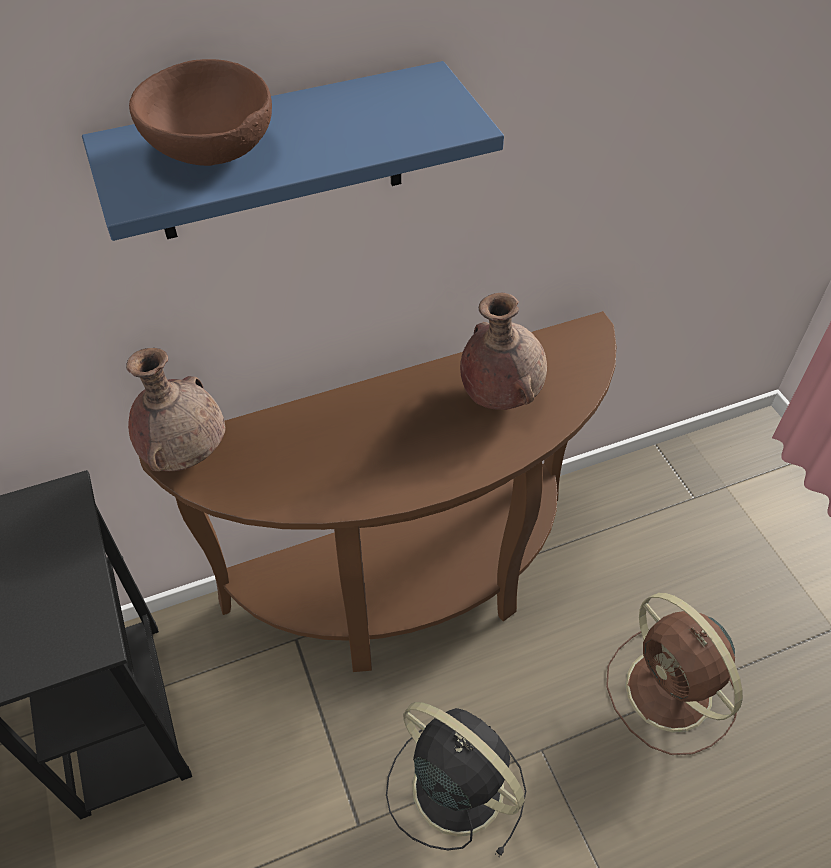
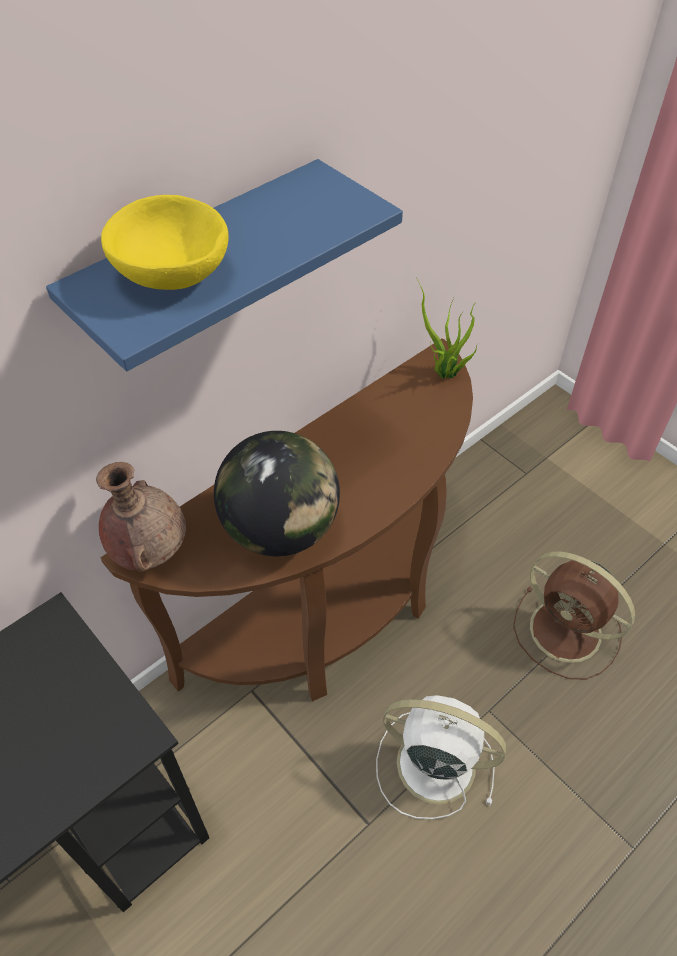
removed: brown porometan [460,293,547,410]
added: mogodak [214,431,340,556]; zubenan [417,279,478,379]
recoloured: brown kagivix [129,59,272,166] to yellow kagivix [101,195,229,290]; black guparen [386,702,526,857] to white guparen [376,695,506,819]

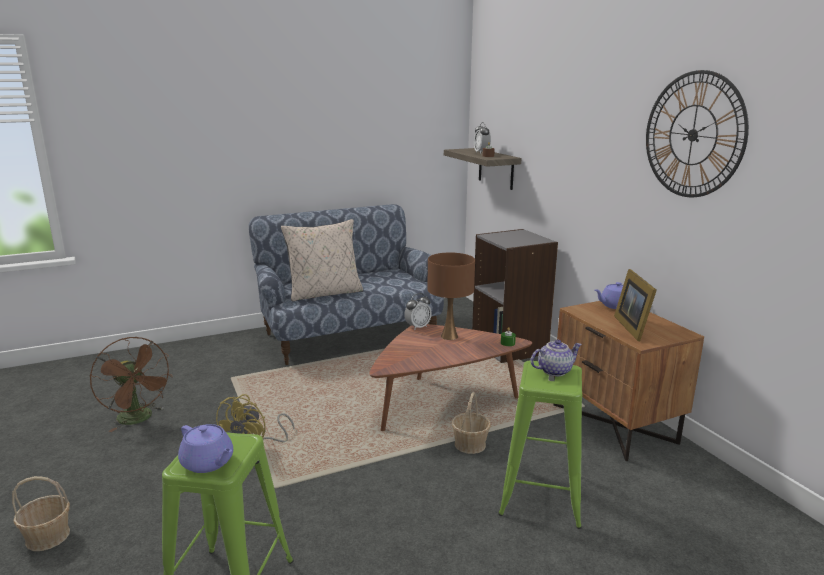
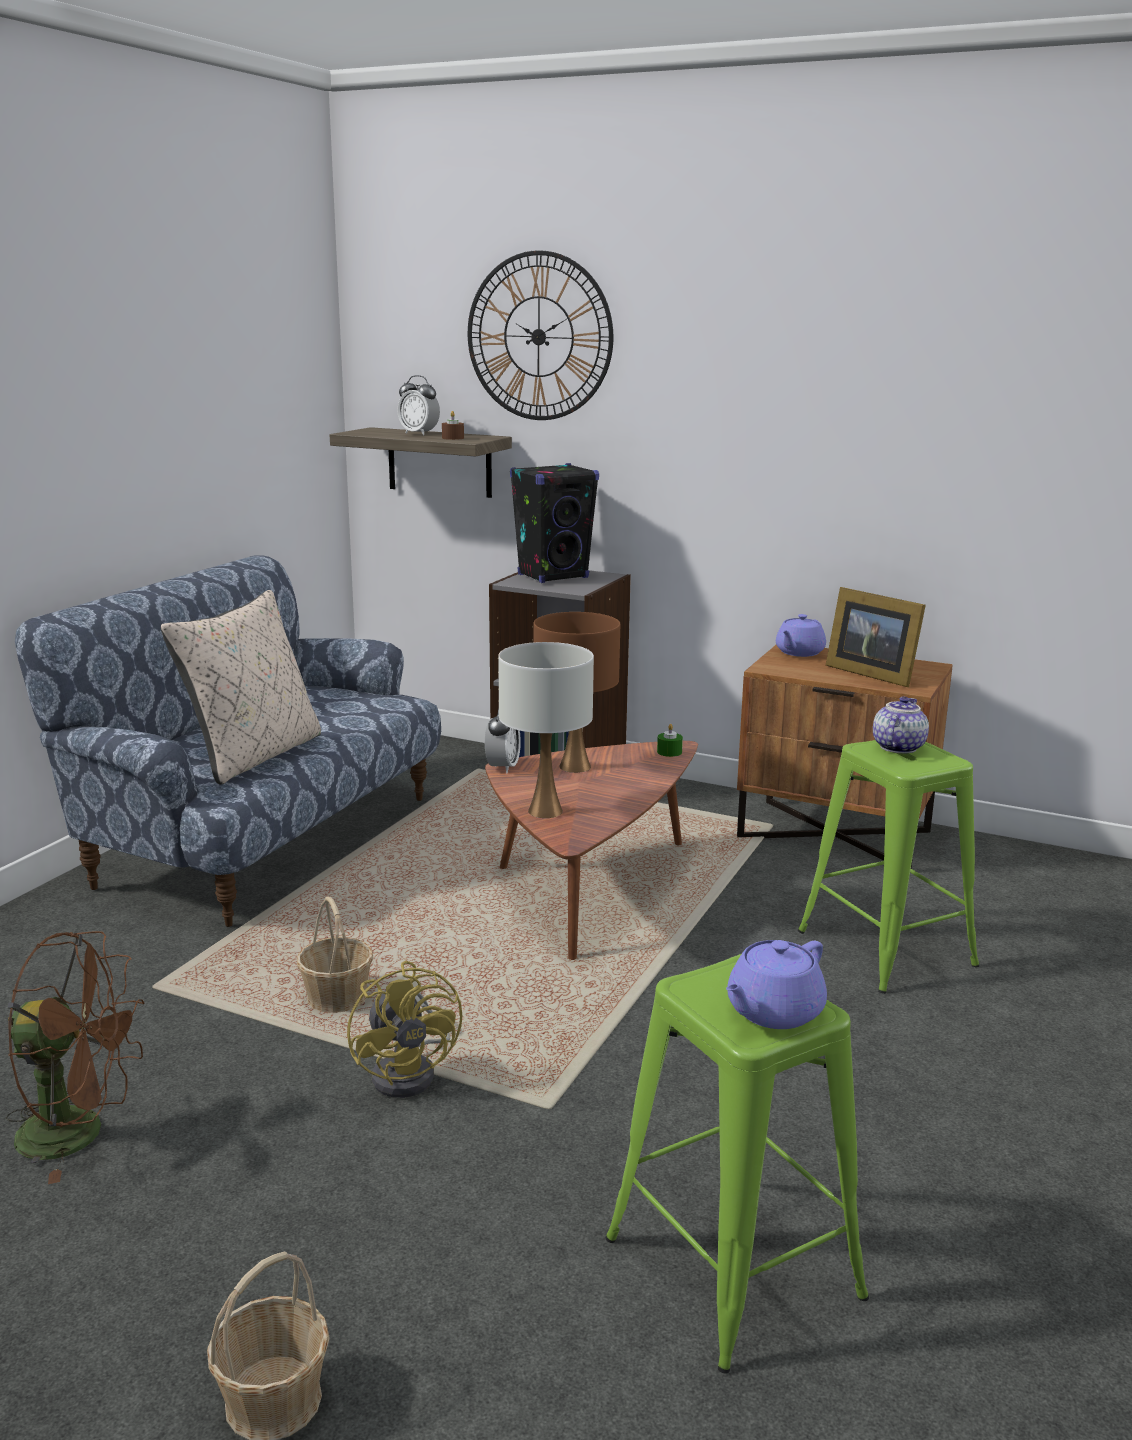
added: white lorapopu [498,642,594,818]; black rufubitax [510,463,599,583]
moved: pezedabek [452,392,491,454] to [297,896,373,1013]; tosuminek [646,70,749,197] to [468,250,613,420]
turned: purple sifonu [178,424,233,473] = [726,940,827,1029] 135 degrees clockwise

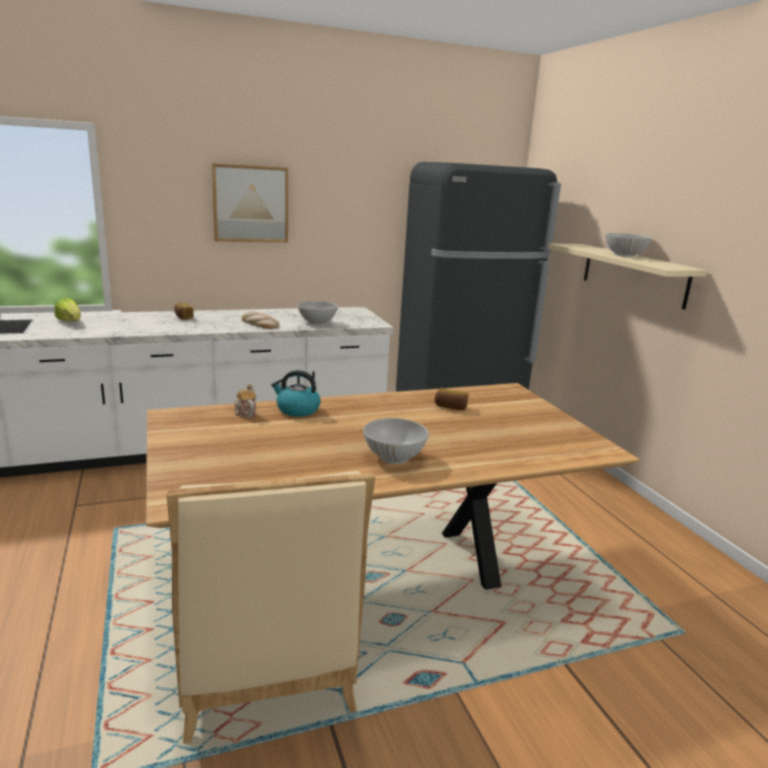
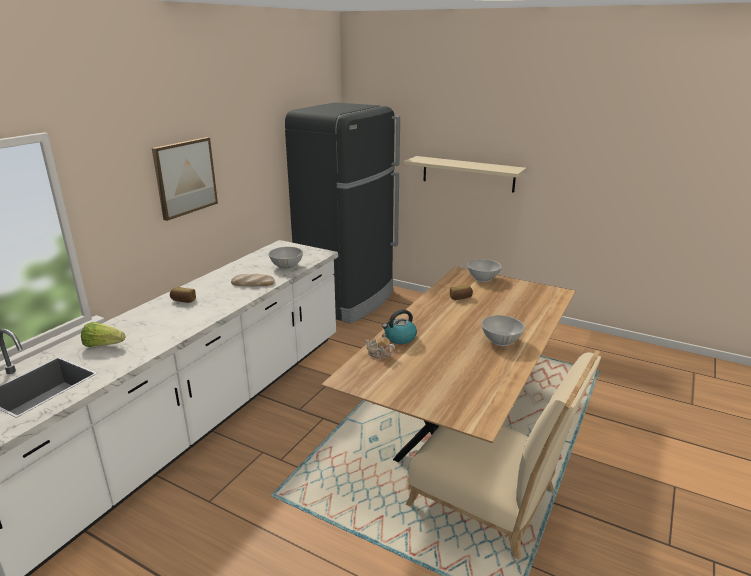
moved: white kagivix [605,233,652,257] to [467,259,502,282]

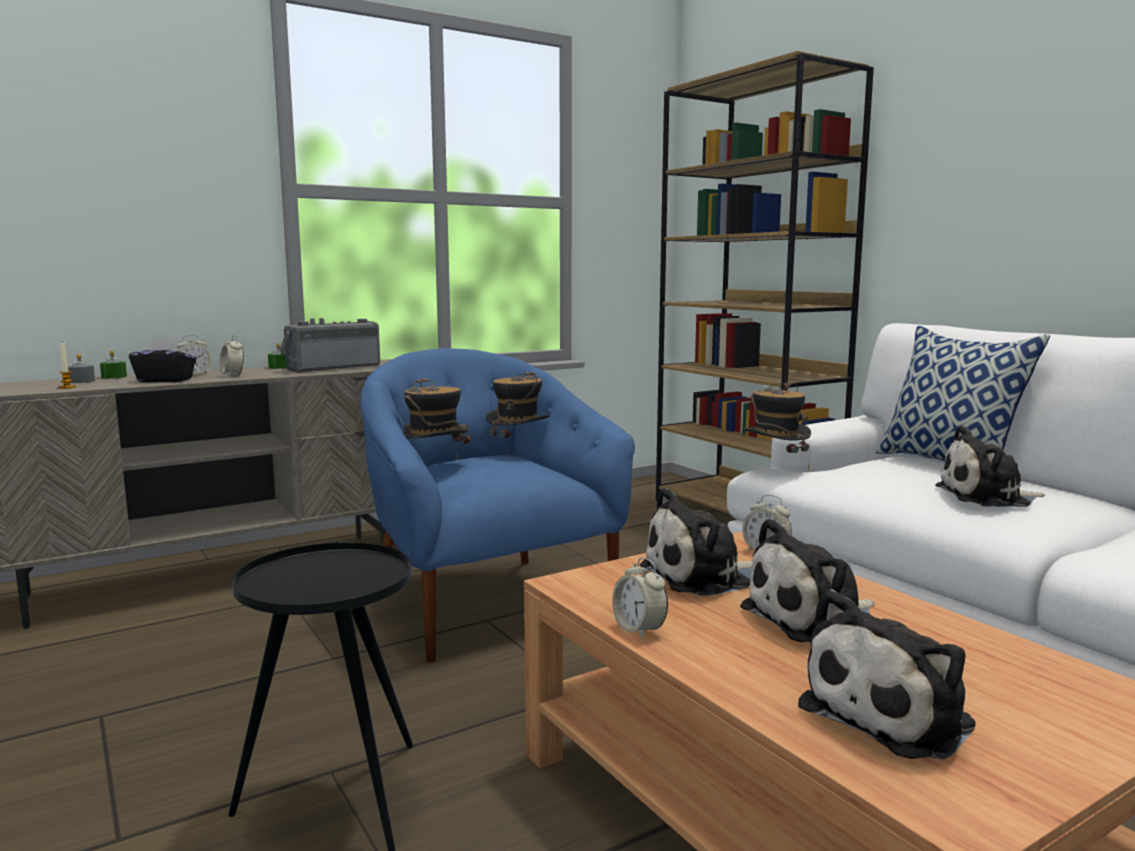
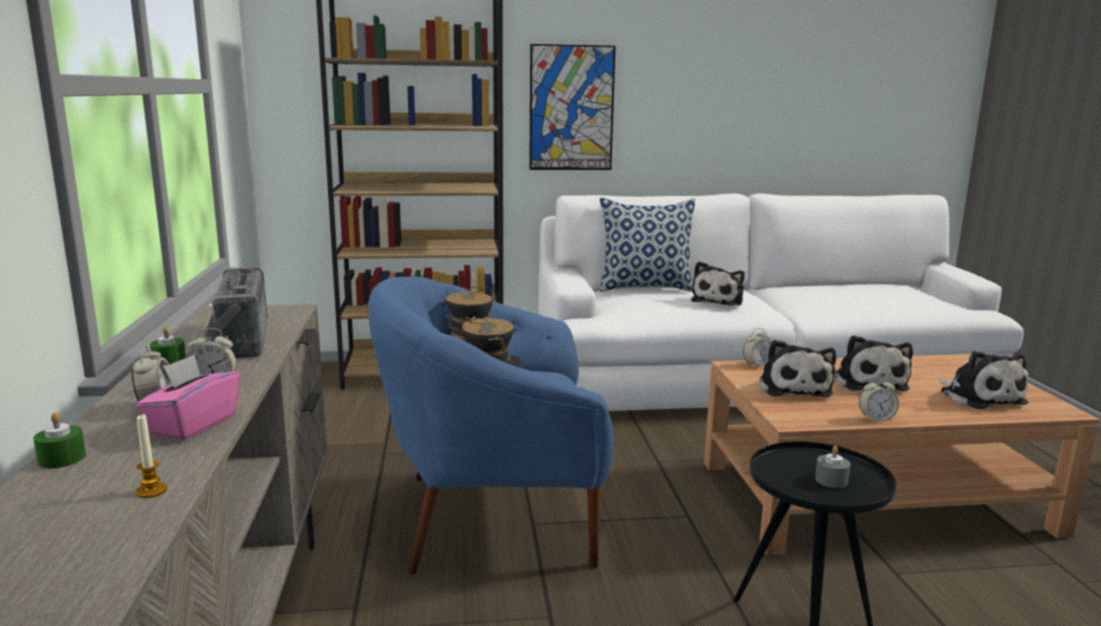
removed: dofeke [744,382,811,471]
added: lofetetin [529,44,616,170]
moved: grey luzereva [68,353,95,383] to [815,446,851,488]
recoloured: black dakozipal [129,338,196,382] to pink dakozipal [136,355,240,441]

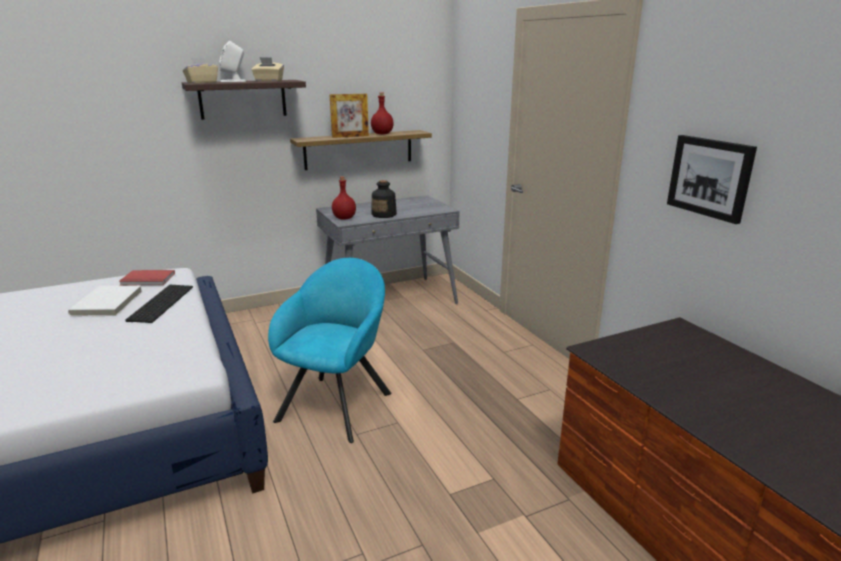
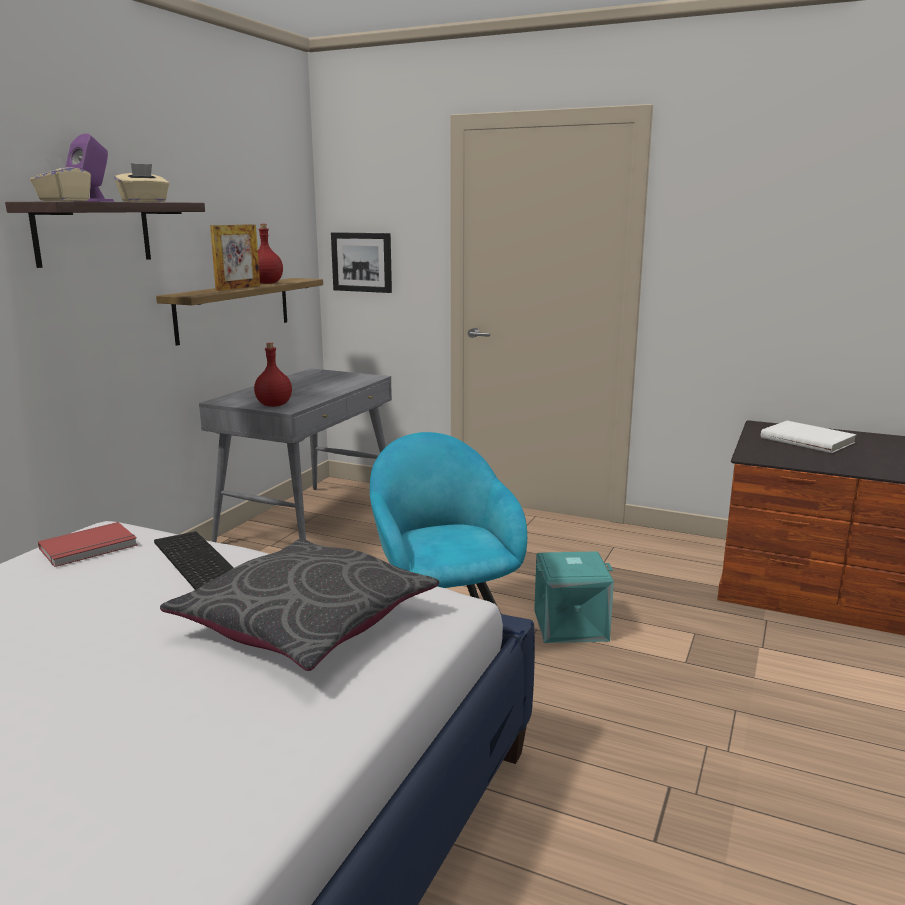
removed: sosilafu [371,180,397,218]
added: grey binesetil [160,538,439,671]; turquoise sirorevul [534,551,614,643]
moved: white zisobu [68,285,142,317] to [761,421,856,453]; lofetetin [667,135,757,224] to [331,232,392,293]
recoloured: white rufubitax [219,41,246,82] to purple rufubitax [65,133,114,202]

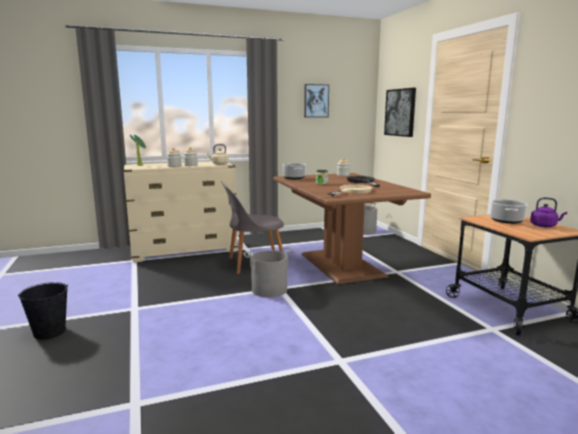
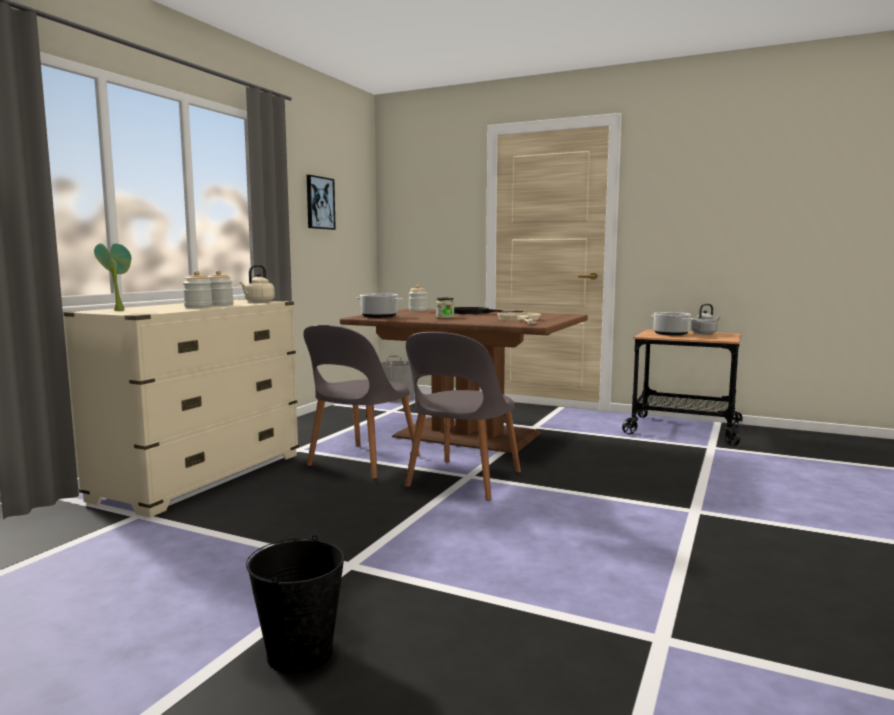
removed: lofetetin [384,88,416,137]
replaced: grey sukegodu [243,247,295,297] to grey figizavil [405,332,521,501]
recoloured: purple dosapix [530,197,567,227] to grey dosapix [691,304,720,335]

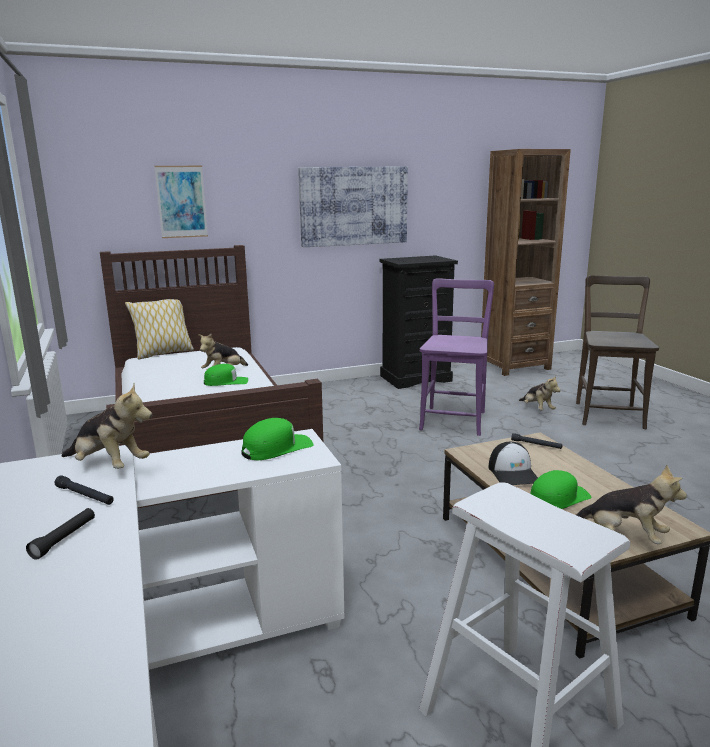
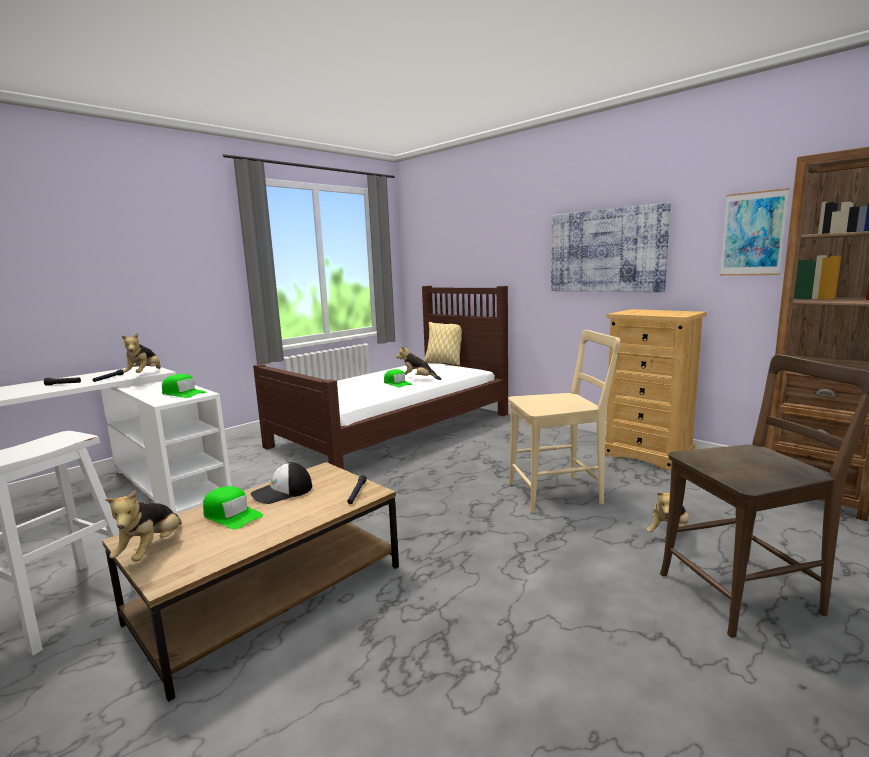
moved: lofetetin [154,166,208,238] to [720,188,789,276]
recoloured: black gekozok [380,255,458,389] to beige gekozok [605,309,707,471]; purple figizavil [419,278,494,436] to beige figizavil [508,330,620,513]

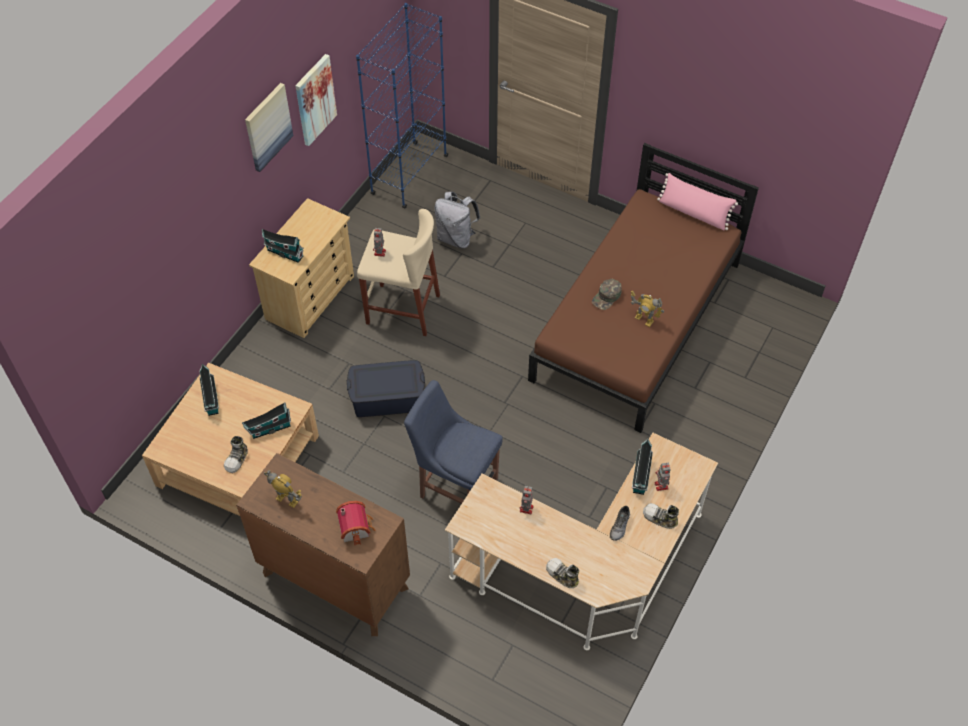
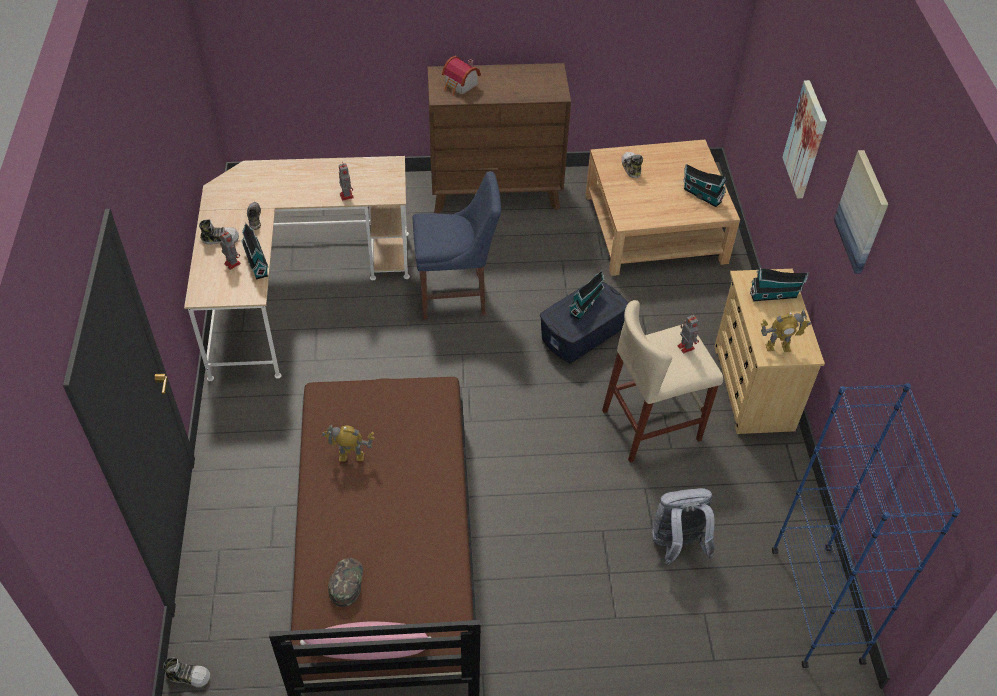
moved: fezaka [242,403,291,439] to [569,270,604,320]; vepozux [264,470,302,508] to [761,310,811,352]; lofetetin [295,54,337,146] to [782,80,827,198]; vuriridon [546,558,579,588] to [163,657,210,688]; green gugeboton [592,279,622,310] to [328,558,363,607]

